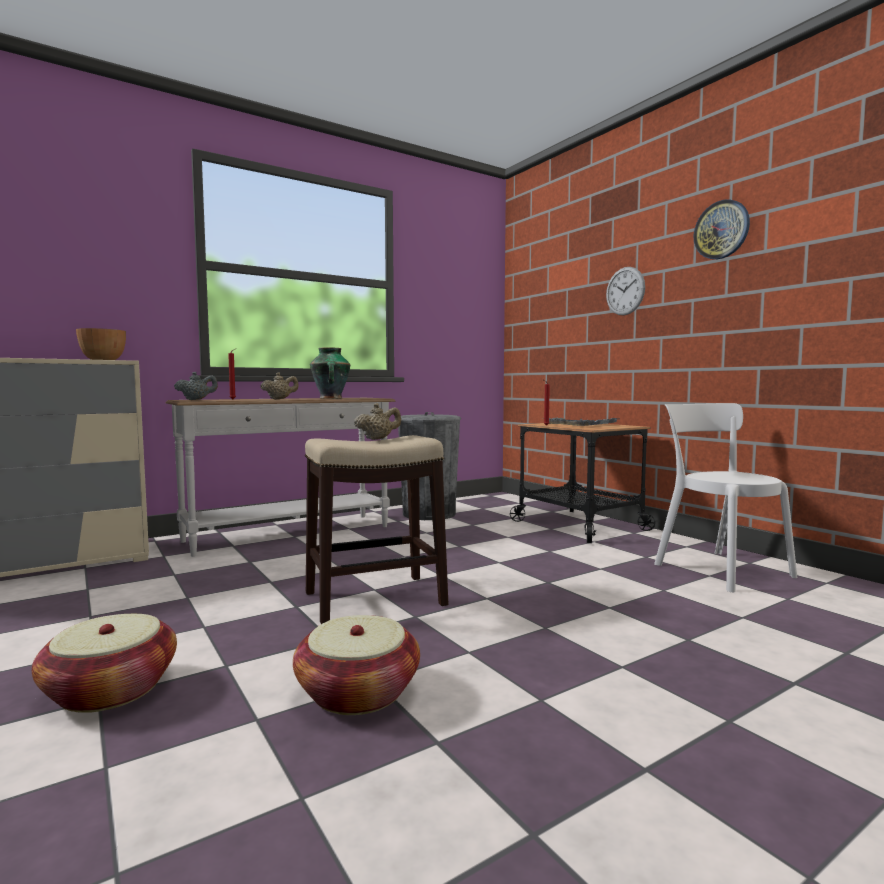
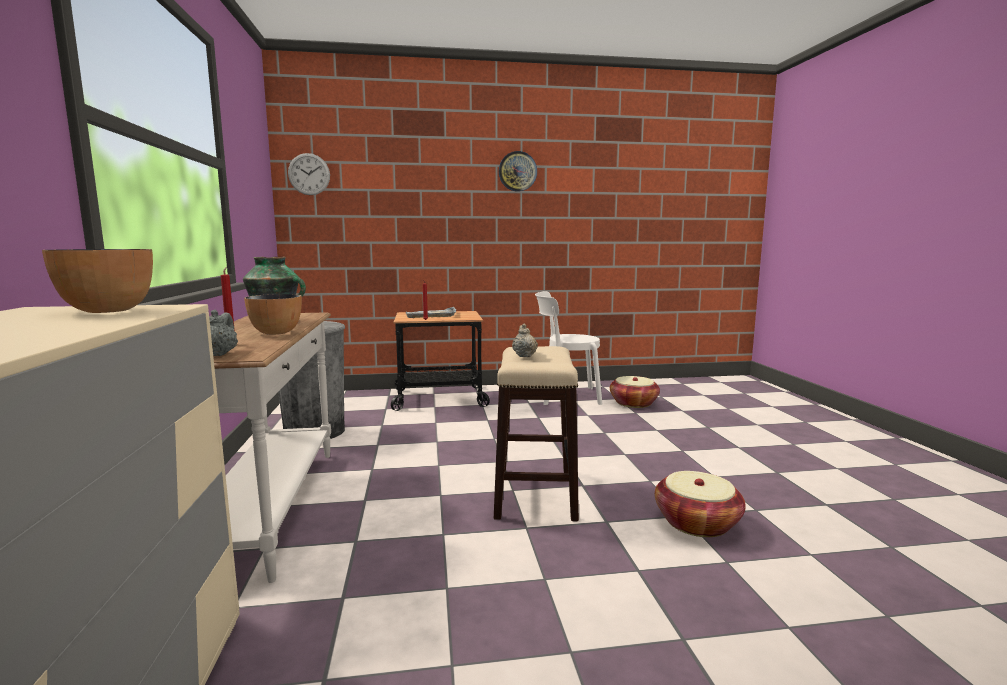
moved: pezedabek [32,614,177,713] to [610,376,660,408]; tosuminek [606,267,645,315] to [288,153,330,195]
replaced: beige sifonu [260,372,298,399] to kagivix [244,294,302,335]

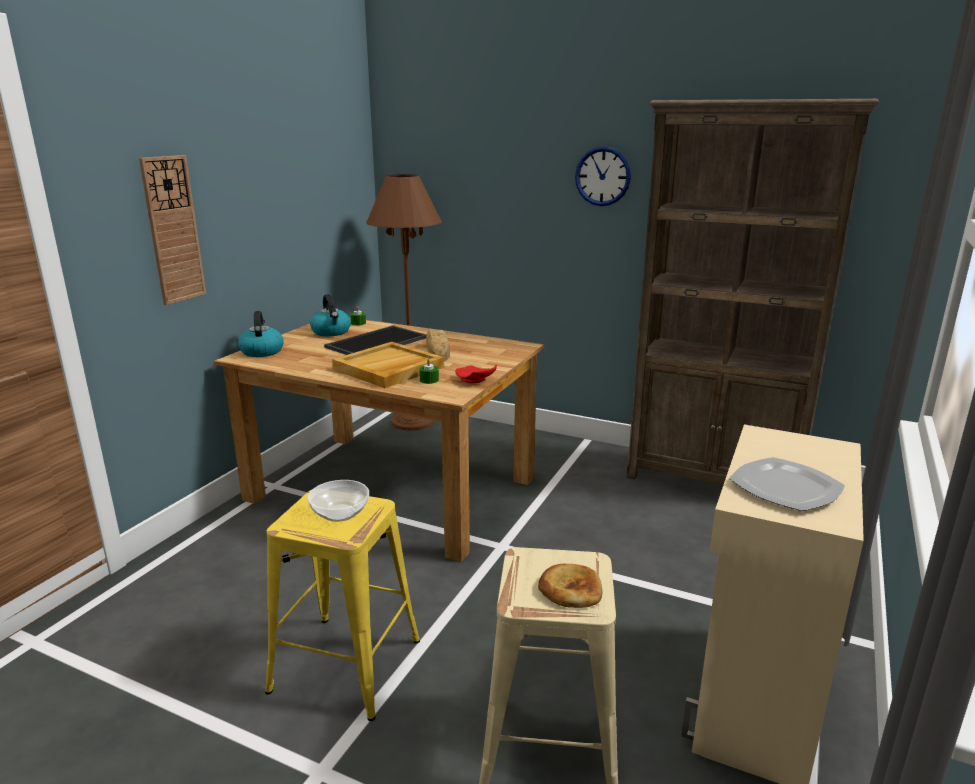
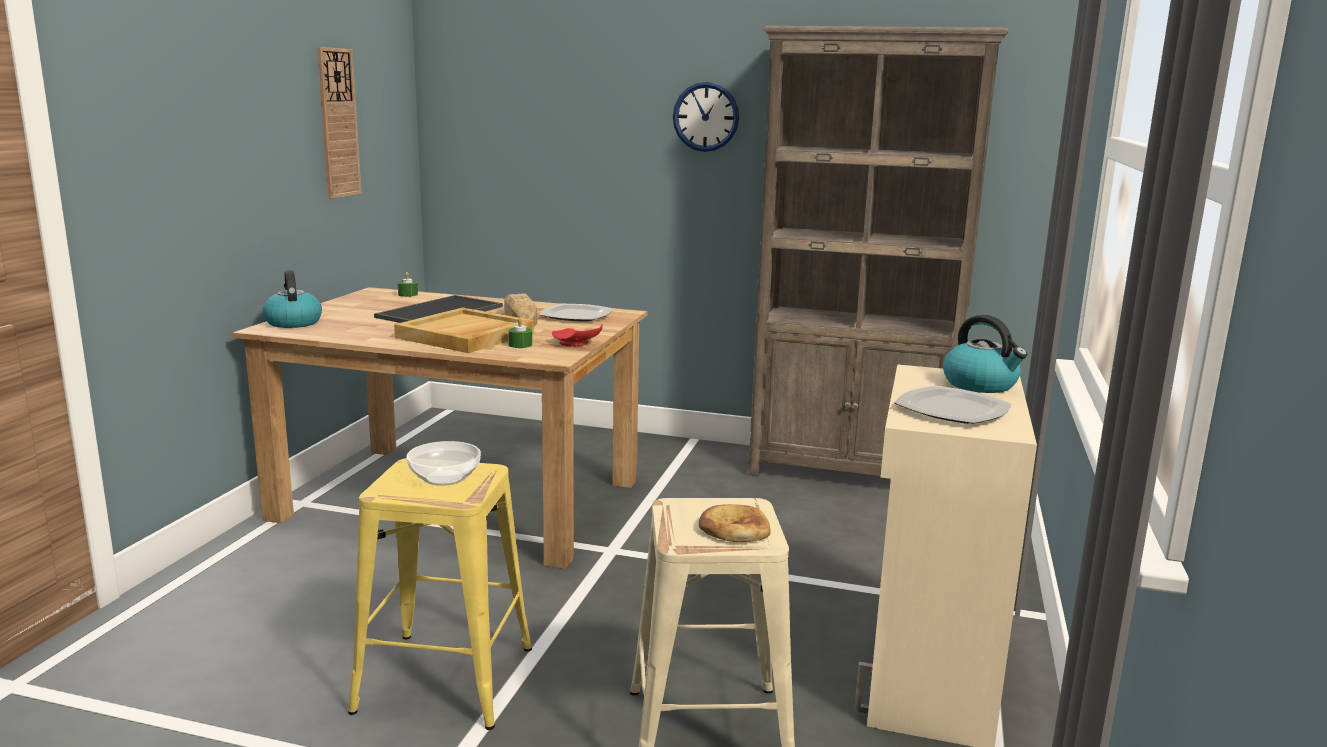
removed: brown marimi [366,174,442,431]
added: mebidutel [540,304,611,322]
moved: tosuminek [139,155,206,305] to [317,47,361,199]; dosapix [310,294,351,336] to [943,315,1027,393]

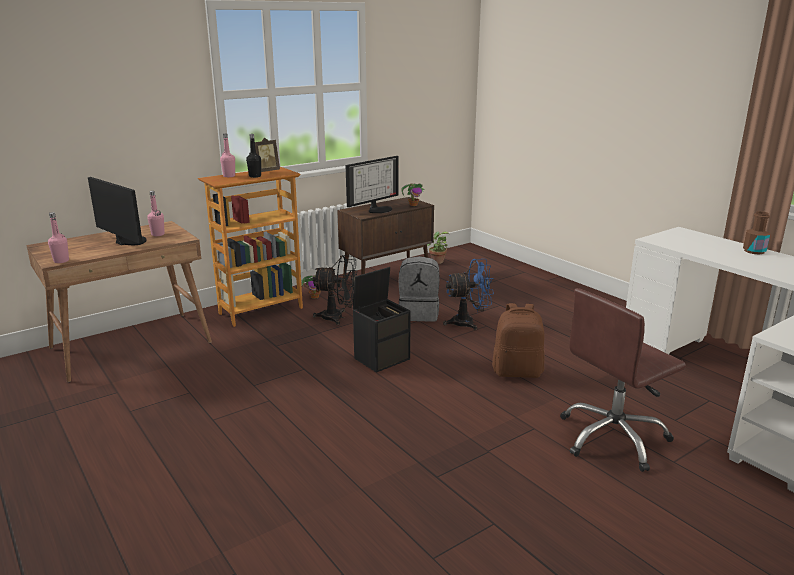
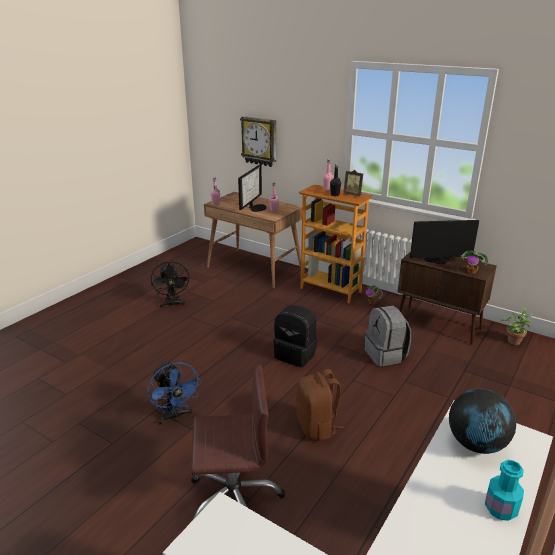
added: tosuminek [240,116,276,167]; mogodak [449,389,516,454]
moved: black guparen [312,255,357,325] to [151,261,189,308]; blue guparen [443,259,494,330] to [147,361,202,425]
replaced: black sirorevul [353,267,411,372] to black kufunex [273,305,317,367]
recoloured: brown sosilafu [743,211,770,254] to turquoise sosilafu [485,460,524,521]
turned: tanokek [346,156,399,213] = [410,220,479,264] 150 degrees clockwise; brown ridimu [560,288,686,472] = [191,365,285,520] 135 degrees clockwise

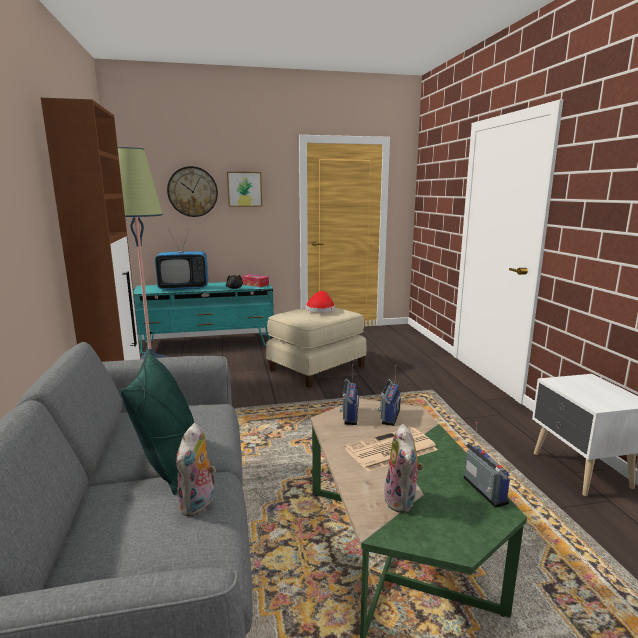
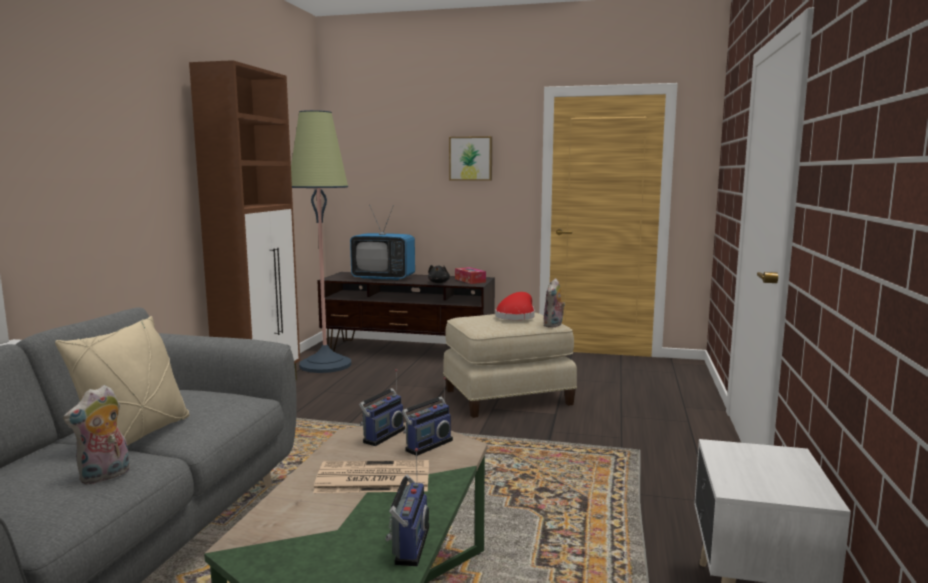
removed: tosuminek [167,166,218,217]
moved: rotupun [384,424,423,513] to [544,278,565,328]
recoloured: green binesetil [120,350,194,495] to beige binesetil [55,316,189,446]; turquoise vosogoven [133,282,274,354] to brown vosogoven [317,272,495,352]

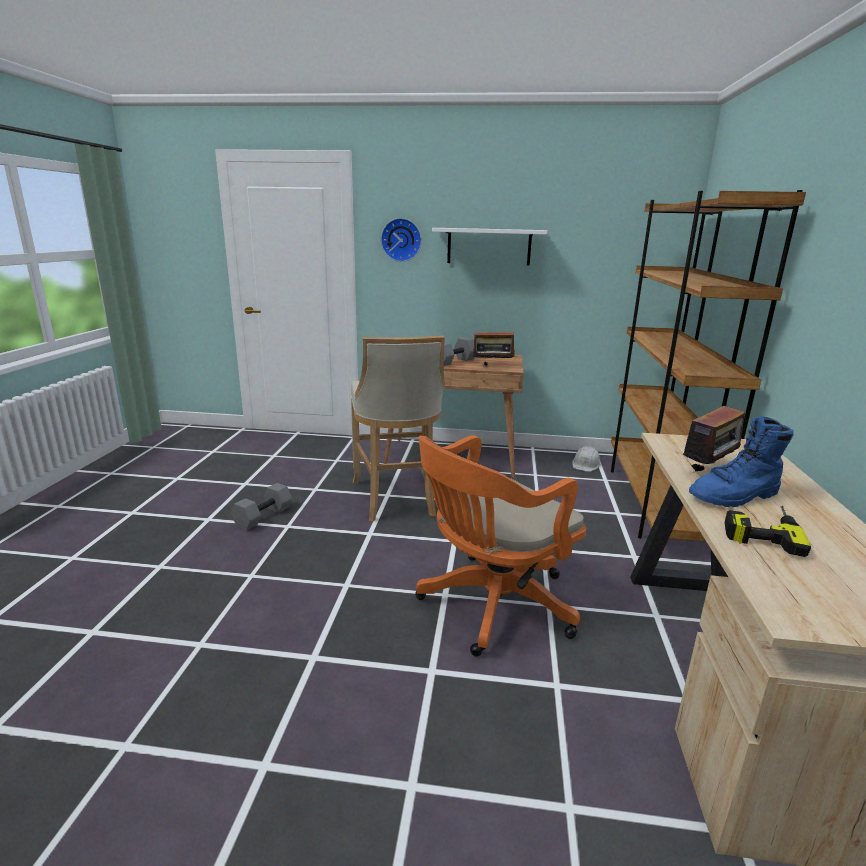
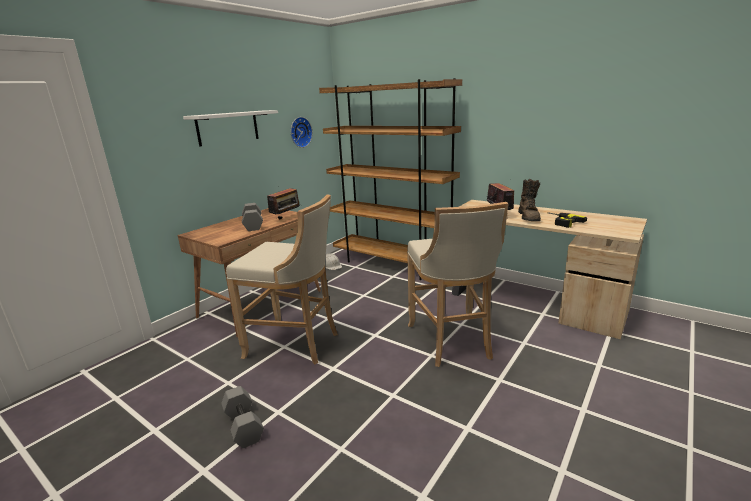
moved: tosuminek [381,218,422,262] to [291,117,313,148]
replaced: orange ridimu [415,435,586,657] to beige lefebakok [407,202,509,367]
recoloured: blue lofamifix [689,416,793,507] to brown lofamifix [518,179,541,221]

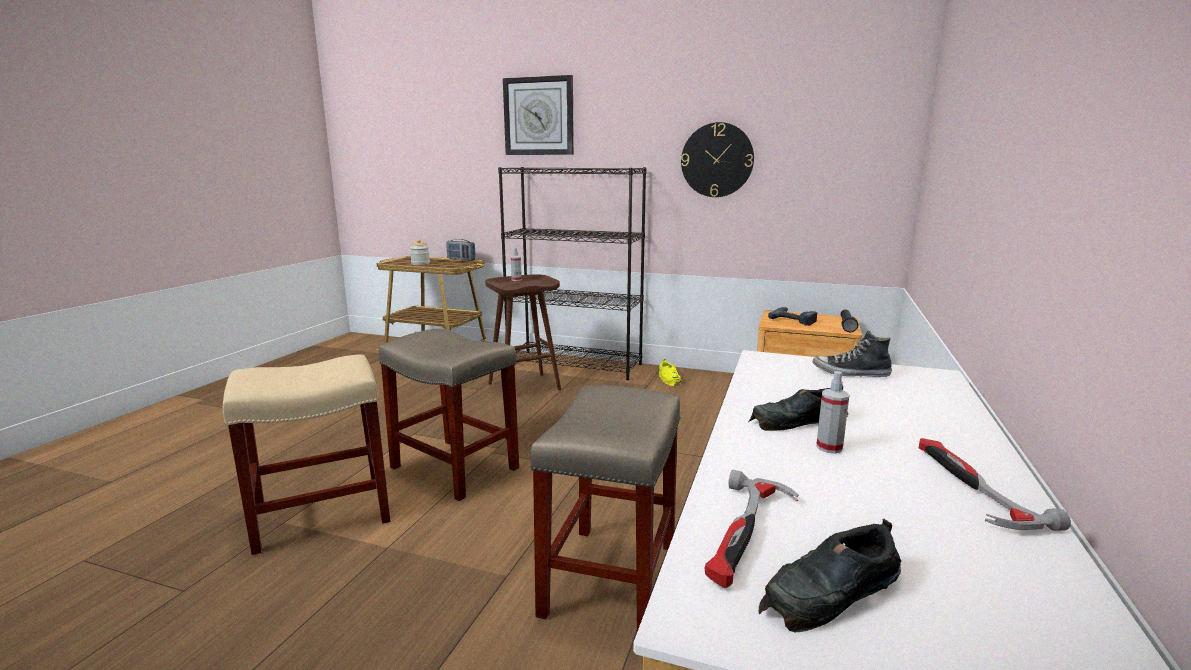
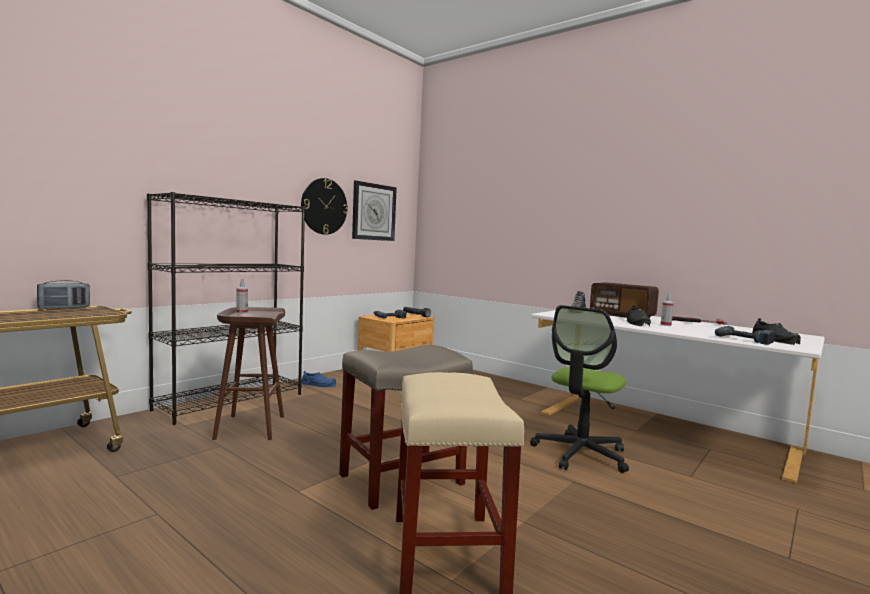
removed: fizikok [410,239,430,265]
added: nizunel [590,282,659,318]
moved: tosuminek [503,75,574,155] to [352,180,397,241]
replaced: beige lefebakok [530,385,681,632] to ridimu [530,305,629,473]; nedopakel [705,470,799,588] to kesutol [715,326,775,345]
recoloured: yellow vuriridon [659,359,681,386] to blue vuriridon [301,371,336,387]

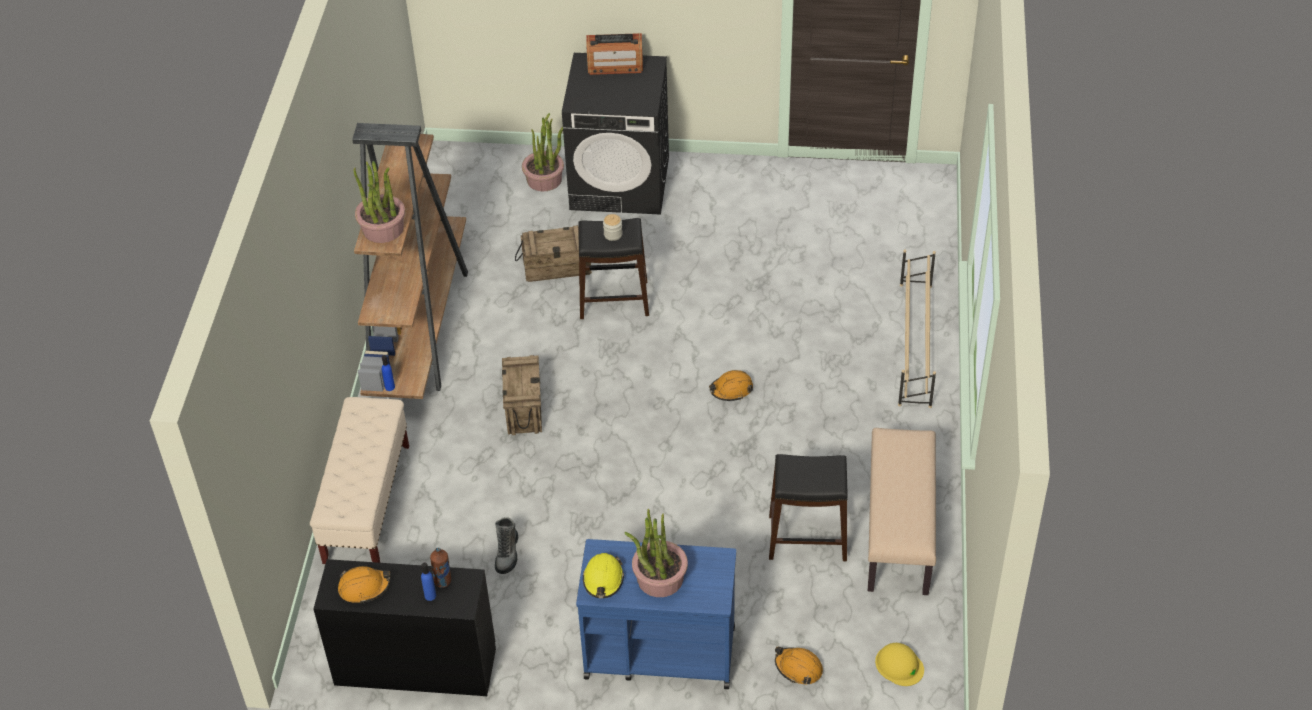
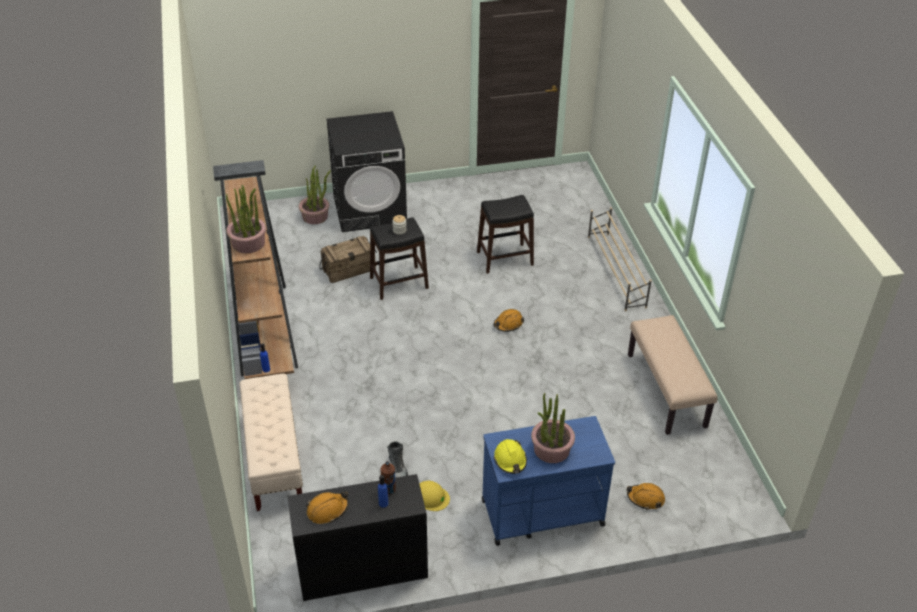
removed: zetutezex [502,355,542,435]; nizunel [587,33,643,75]
moved: black lefebakok [769,454,847,561] to [477,195,534,274]; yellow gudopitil [875,643,924,686] to [420,481,450,511]

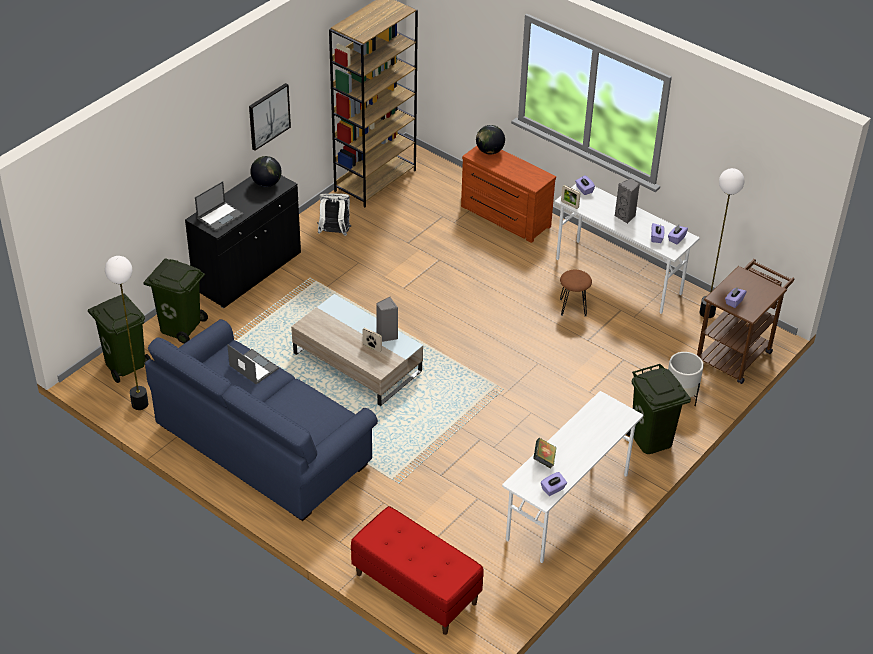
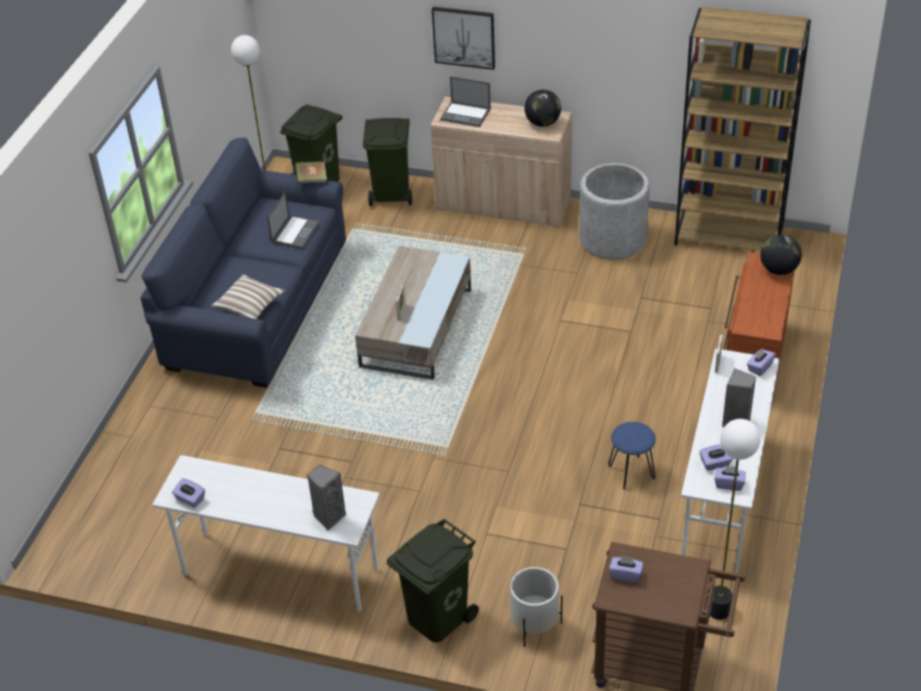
removed: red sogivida [351,506,484,635]
added: binesetil [211,274,285,319]
moved: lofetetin [249,83,291,151] to [432,7,495,70]; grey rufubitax [376,297,398,342] to [307,465,346,531]; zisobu [533,438,556,469] to [295,161,327,183]
replaced: white kufunex [317,194,351,236] to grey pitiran [579,163,650,260]
recoloured: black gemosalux [185,175,301,308] to beige gemosalux [430,97,572,227]; brown lefebakok [560,270,592,317] to blue lefebakok [608,422,656,489]

